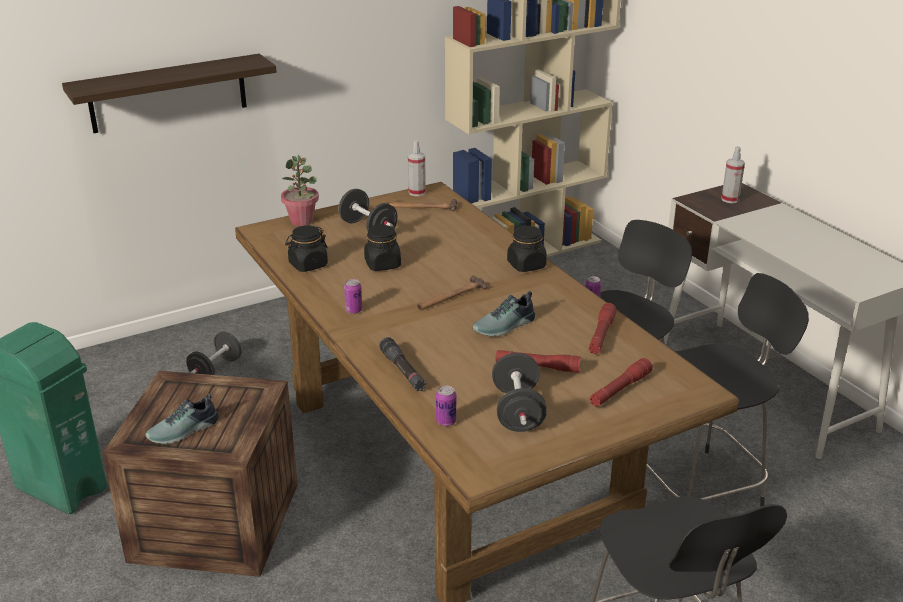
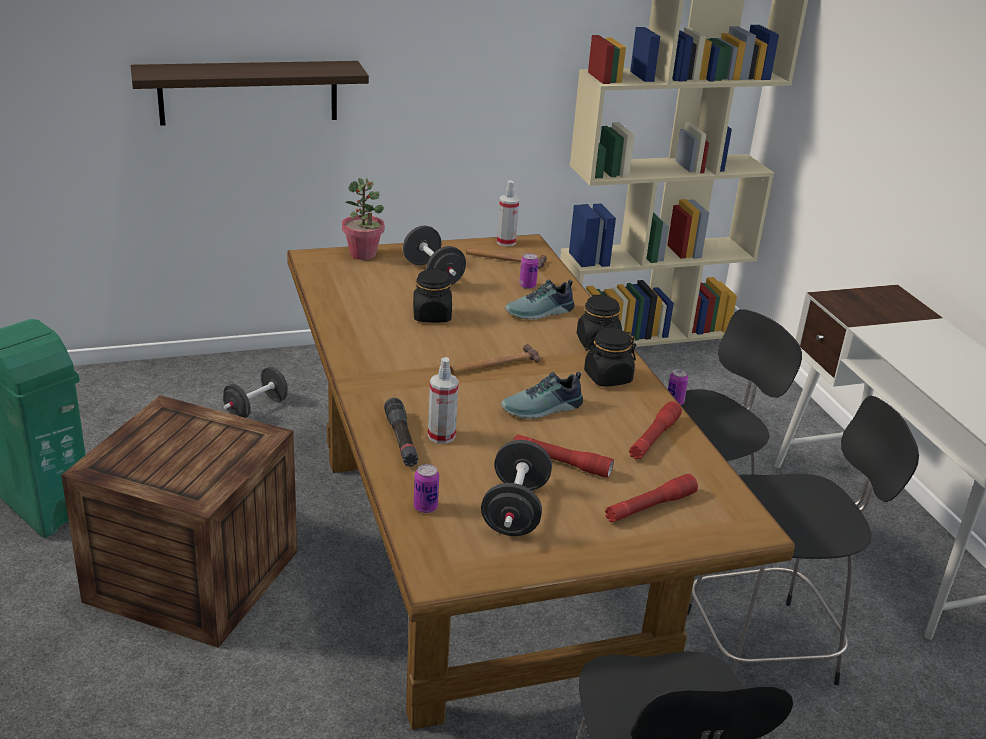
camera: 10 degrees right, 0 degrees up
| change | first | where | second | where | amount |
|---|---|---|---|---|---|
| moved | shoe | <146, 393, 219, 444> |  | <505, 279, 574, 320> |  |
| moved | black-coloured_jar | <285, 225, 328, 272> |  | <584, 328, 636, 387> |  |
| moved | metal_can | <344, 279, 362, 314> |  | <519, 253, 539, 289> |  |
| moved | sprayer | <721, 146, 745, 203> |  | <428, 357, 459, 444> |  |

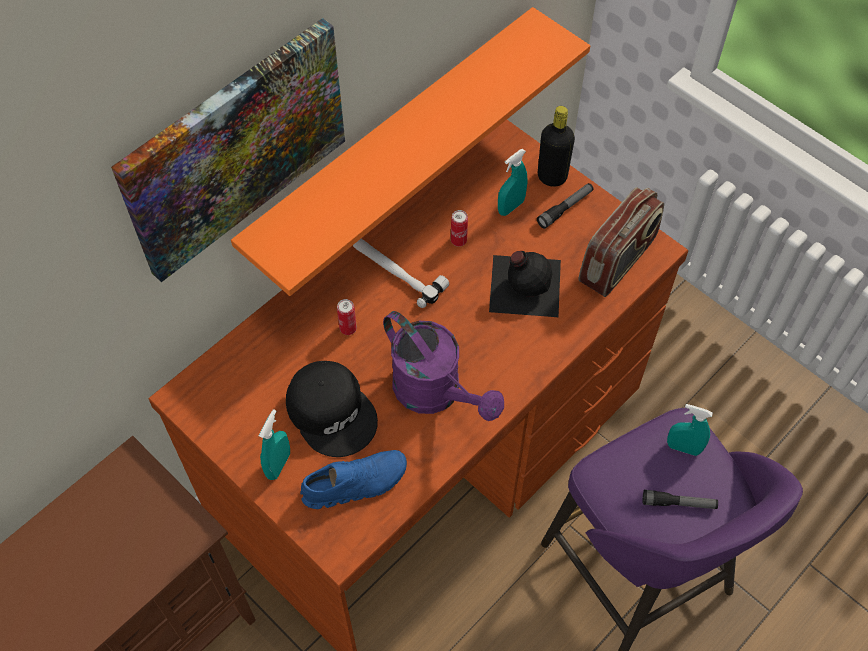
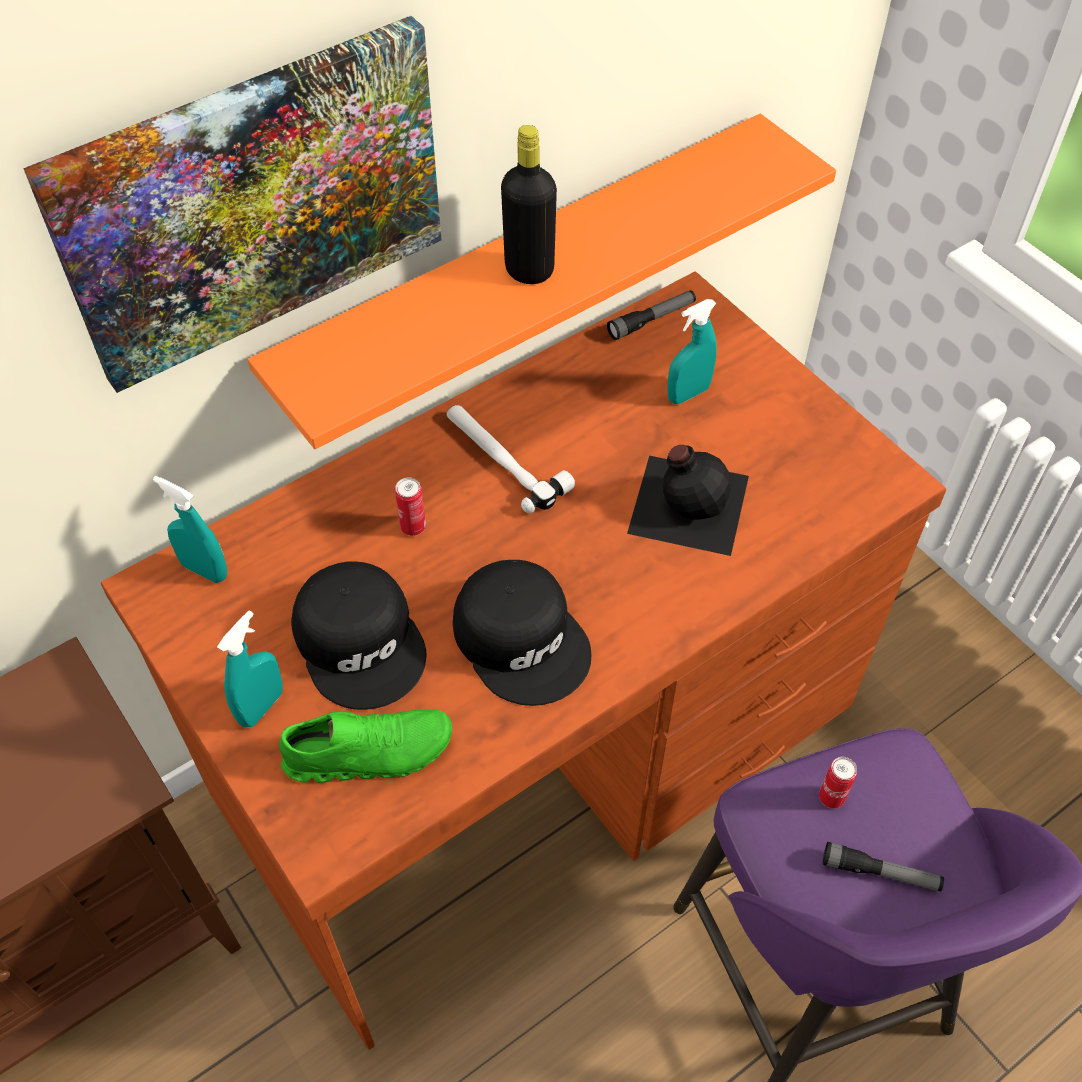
camera: 10 degrees right, 5 degrees down
| change | first | where | second | where | amount |
|---|---|---|---|---|---|
| recoloured | blue_shoe | <300, 450, 407, 509> | green_shoe | <279, 710, 452, 783> |  |
| replaced | purple_watering_pot | <383, 311, 504, 421> | black-coloured_baseball_cap | <453, 560, 591, 706> |  |
| moved | metal_can | <451, 210, 468, 247> |  | <819, 757, 857, 809> |  |
| moved | flashlight | <537, 183, 594, 229> |  | <607, 290, 696, 340> |  |
| moved | black-coloured_bottle | <538, 106, 575, 187> |  | <501, 125, 557, 284> |  |
| removed | radio_set | <578, 187, 664, 297> |  |  |  |
| moved | turquoise-coloured_sprayer | <667, 404, 713, 456> |  | <153, 476, 227, 583> |  |

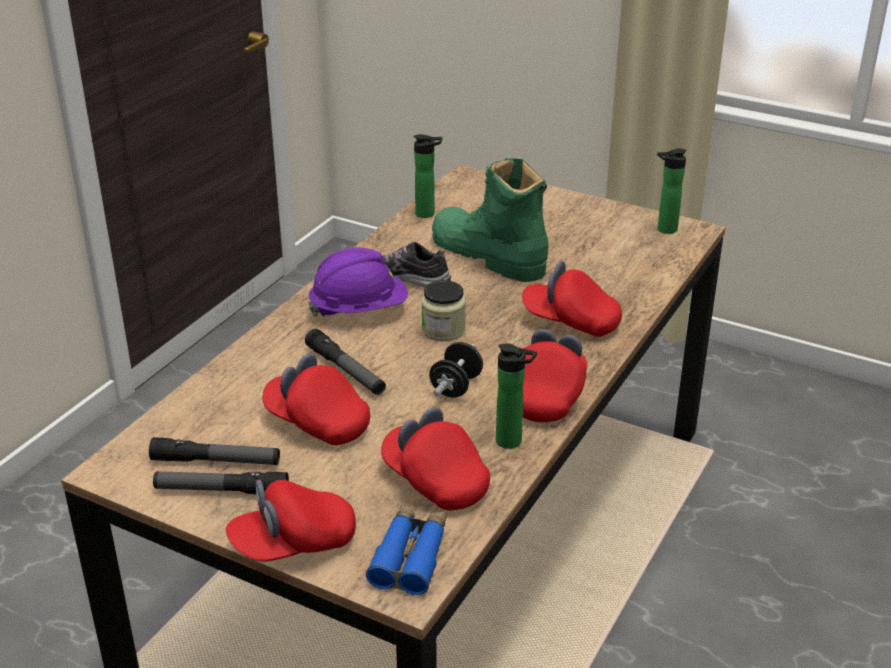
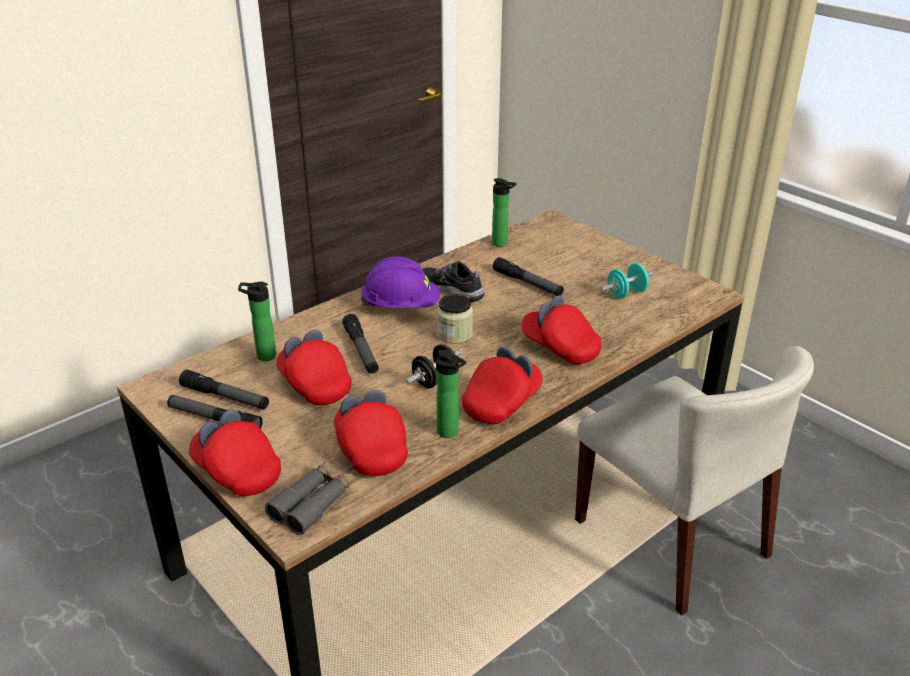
camera: 20 degrees right, 0 degrees up
| change | first | where | second | where | amount |
|---|---|---|---|---|---|
| turned | reddish_baseball_cap | <226, 480, 356, 562> |  | <189, 410, 281, 496> | 45 degrees clockwise |
| recoloured | blue_binoculars | <366, 505, 447, 595> | gray_binoculars | <265, 462, 354, 535> |  |
| replaced | green_boot | <432, 158, 549, 282> | flashlight | <493, 257, 564, 296> |  |
| moved | bottle | <657, 148, 686, 234> |  | <238, 282, 276, 361> |  |
| added |  |  | beige-coloured_plain_chair | <575, 346, 814, 615> |  |
| added |  |  | turquoise-coloured_dumbbell | <601, 263, 654, 299> |  |

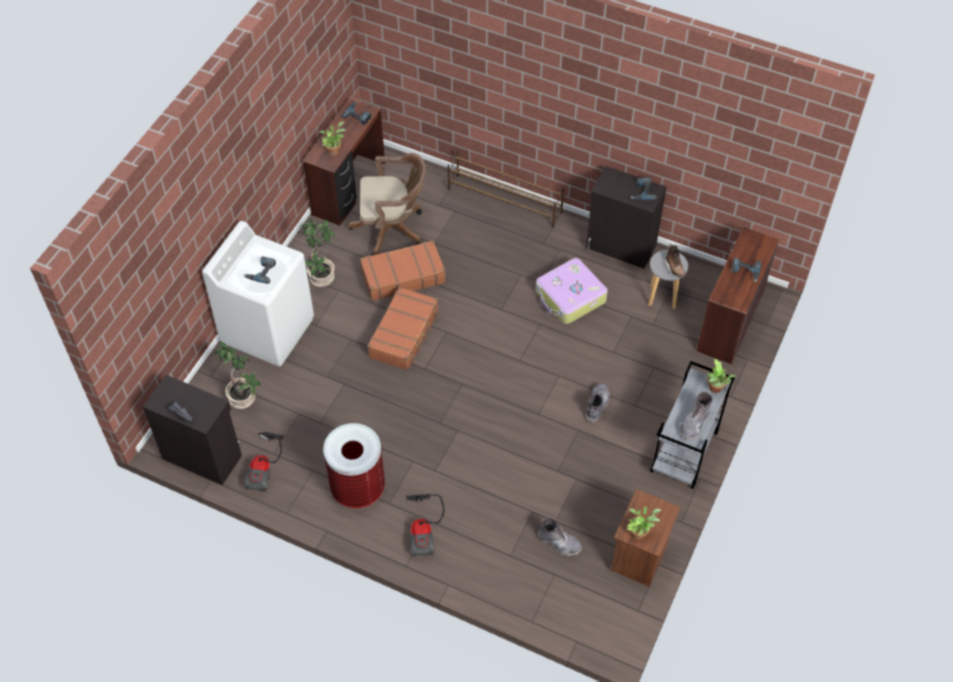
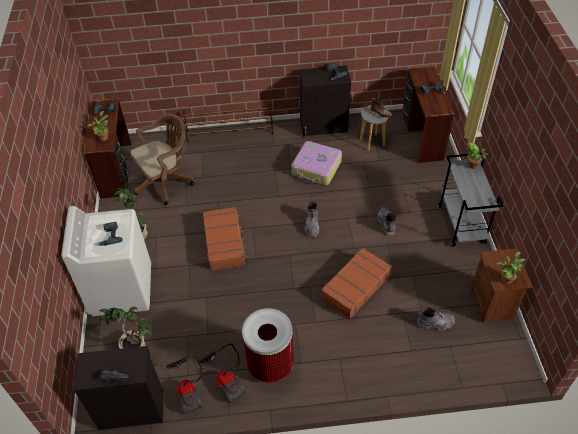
camera: 30 degrees left, 5 degrees down
| change | first | where | second | where | amount |
|---|---|---|---|---|---|
| moved | brownish_travel_case | <360, 240, 446, 301> |  | <321, 247, 392, 319> |  |
| moved | hoover | <406, 494, 445, 557> |  | <198, 343, 246, 403> |  |
| moved | gray_boot | <680, 392, 713, 441> |  | <305, 202, 320, 237> |  |

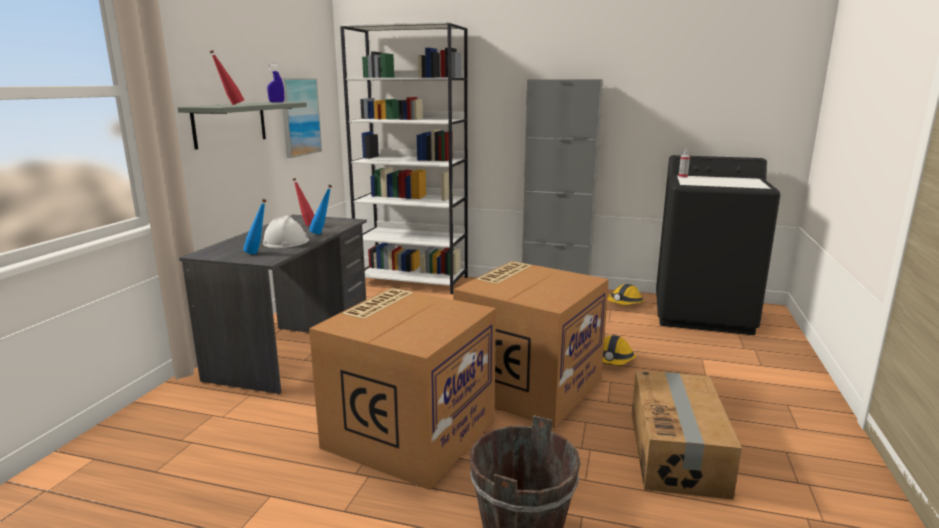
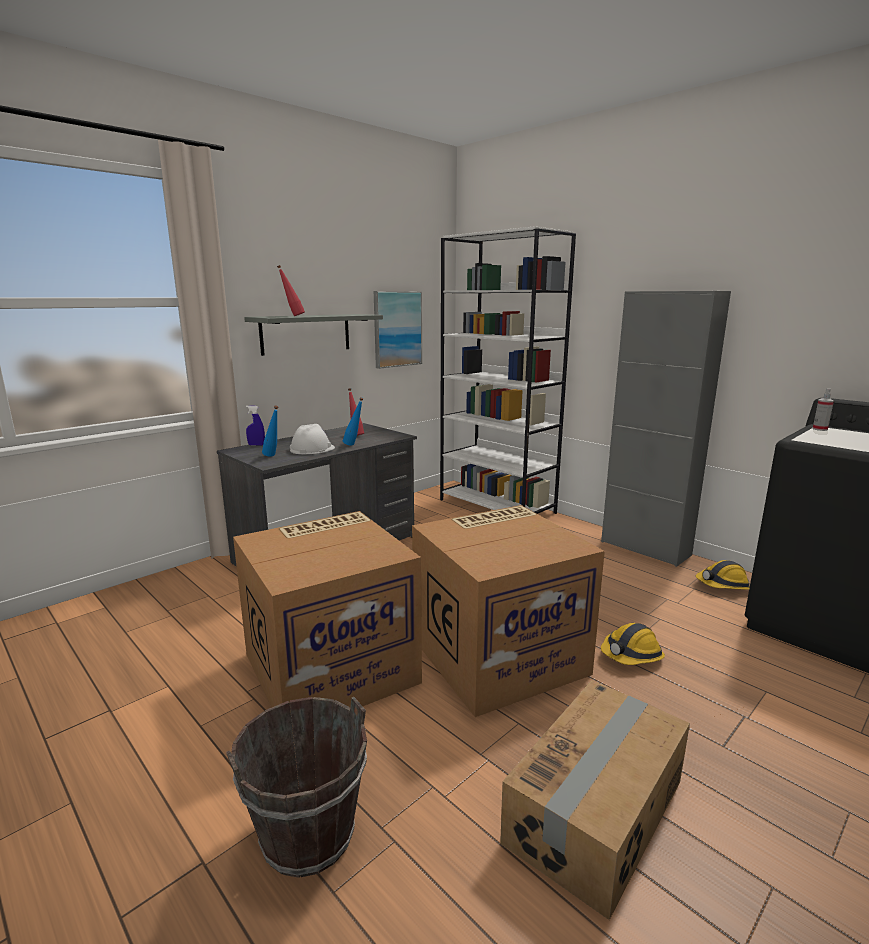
camera: 30 degrees right, 0 degrees up
| change | first | where | second | where | amount |
|---|---|---|---|---|---|
| moved | blue_sprayer | <267, 63, 284, 102> |  | <246, 405, 265, 446> |  |

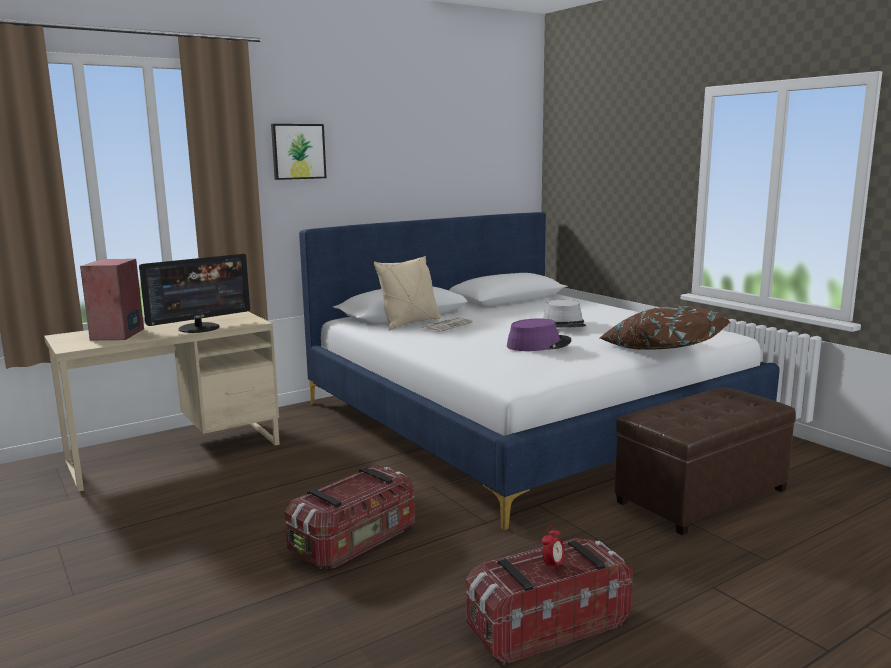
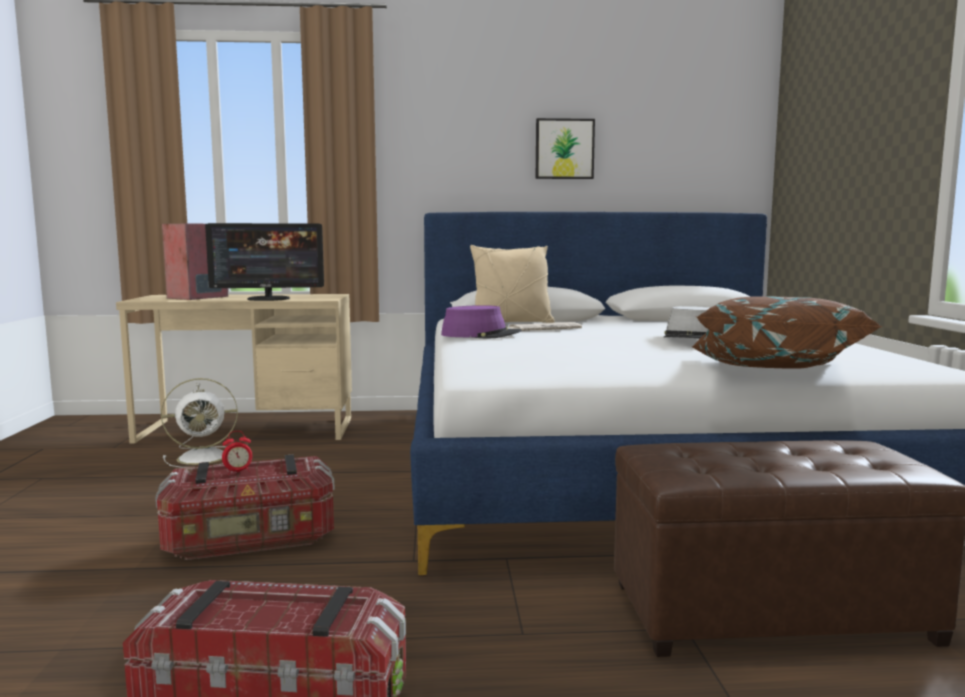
camera: 30 degrees right, 5 degrees down
| change | first | where | second | where | amount |
|---|---|---|---|---|---|
| moved | wall_picture | <271, 124, 326, 180> |  | <536, 118, 595, 179> |  |
| moved | purple_clothing_hat | <507, 318, 571, 351> |  | <441, 305, 522, 338> |  |
| moved | table_clock | <542, 526, 565, 572> |  | <222, 431, 252, 475> |  |
| added |  |  | whitish_electric_fan | <161, 378, 238, 468> |  |

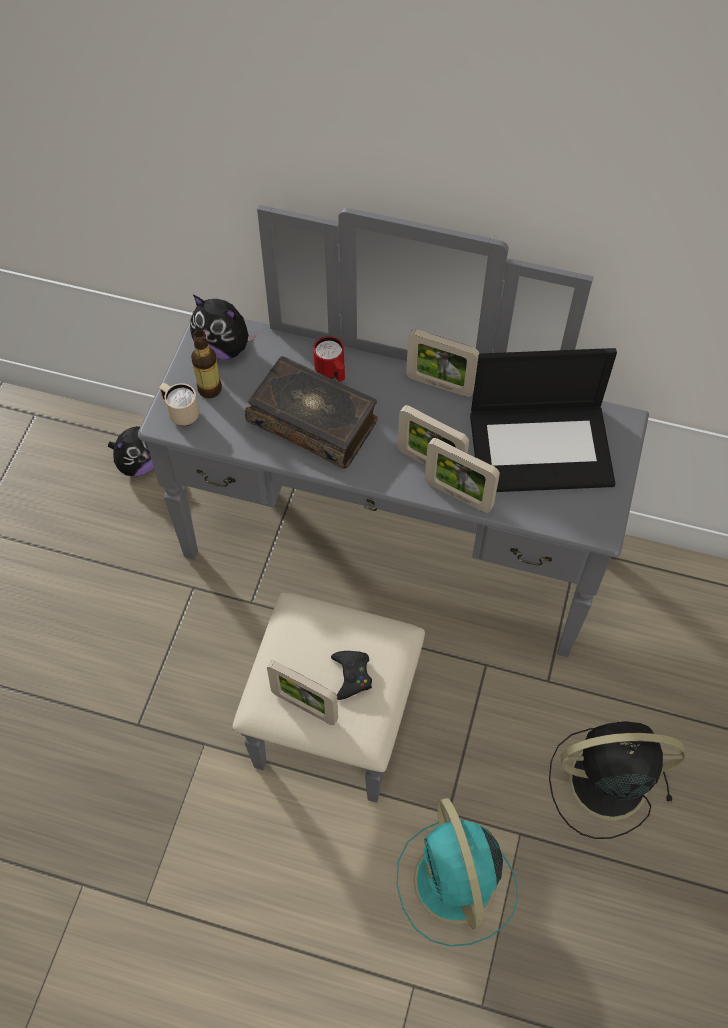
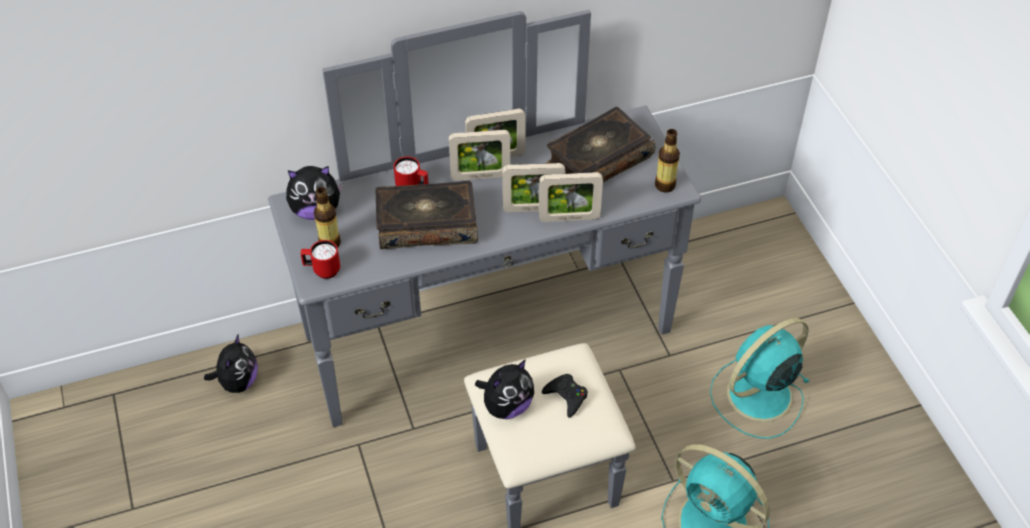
camera: 35 degrees left, 10 degrees down
| change | first | where | second | where | amount |
|---|---|---|---|---|---|
| recoloured | beige-coloured_tea_mug | <159, 383, 199, 426> | reddish_tea_mug | <300, 240, 340, 279> |  |
| moved | picture_frame | <267, 660, 338, 725> |  | <449, 130, 510, 181> |  |
| replaced | portable_computer | <470, 348, 617, 492> | volume | <546, 107, 655, 182> |  |
| recoloured | black-coloured_electric_fan | <549, 721, 685, 839> | turquoise-coloured_electric_fan | <710, 318, 809, 439> |  |
| added |  |  | soft_toy | <475, 359, 534, 419> |  |
| added |  |  | bottle | <655, 129, 680, 193> |  |

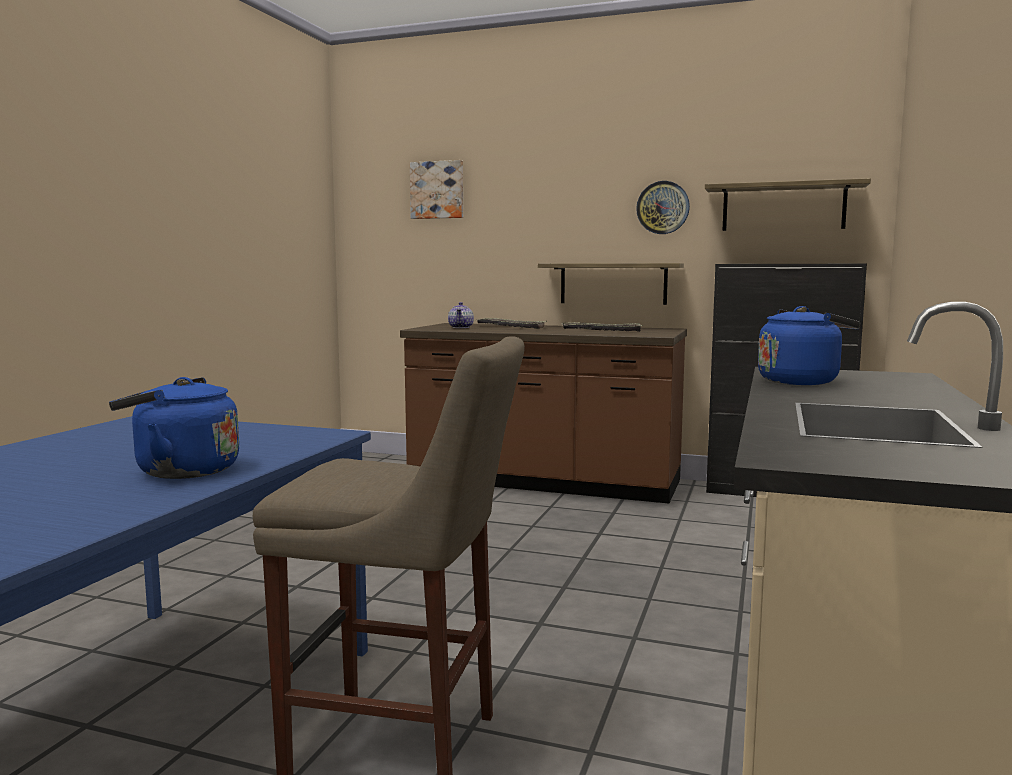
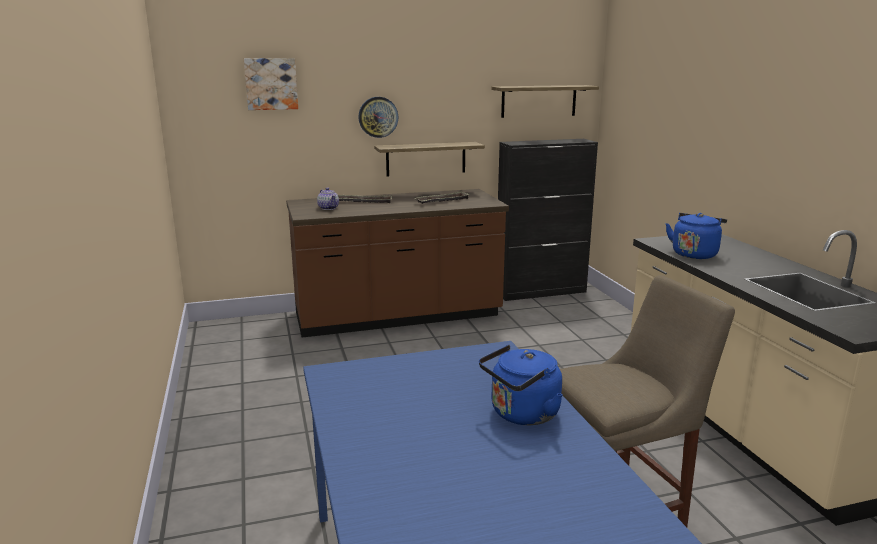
camera: 35 degrees left, 10 degrees up
| change | first | where | second | where | amount |
|---|---|---|---|---|---|
| moved | clock_on_the_wall | <636, 181, 690, 234> |  | <358, 97, 398, 138> |  |

